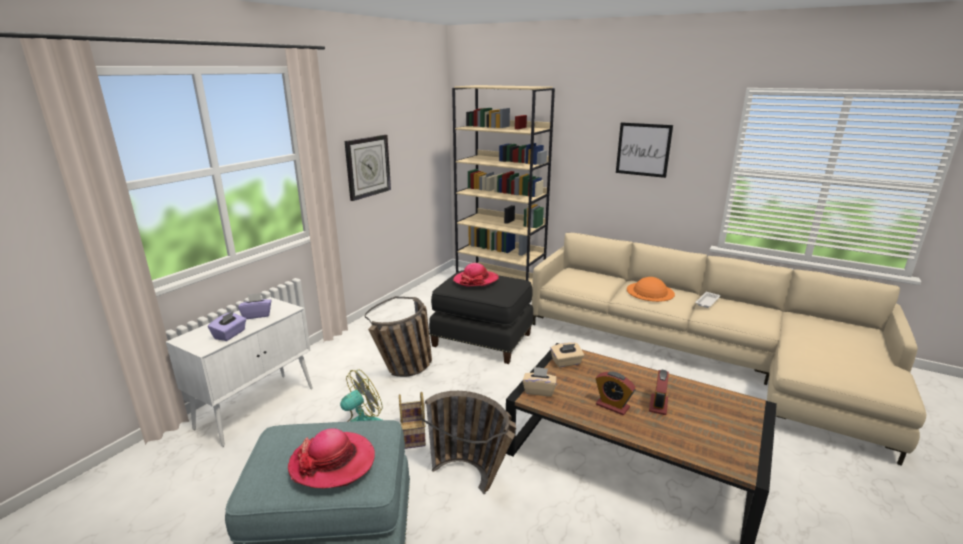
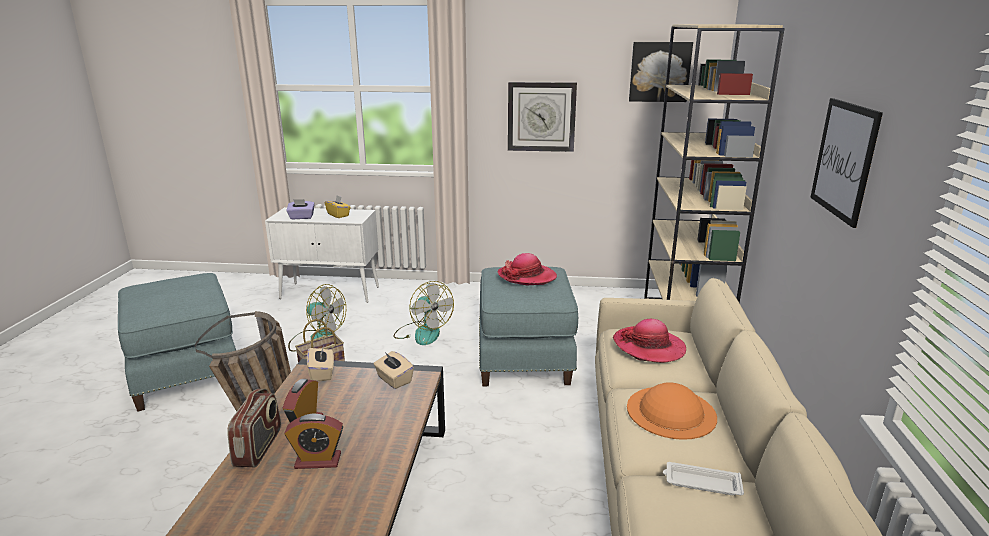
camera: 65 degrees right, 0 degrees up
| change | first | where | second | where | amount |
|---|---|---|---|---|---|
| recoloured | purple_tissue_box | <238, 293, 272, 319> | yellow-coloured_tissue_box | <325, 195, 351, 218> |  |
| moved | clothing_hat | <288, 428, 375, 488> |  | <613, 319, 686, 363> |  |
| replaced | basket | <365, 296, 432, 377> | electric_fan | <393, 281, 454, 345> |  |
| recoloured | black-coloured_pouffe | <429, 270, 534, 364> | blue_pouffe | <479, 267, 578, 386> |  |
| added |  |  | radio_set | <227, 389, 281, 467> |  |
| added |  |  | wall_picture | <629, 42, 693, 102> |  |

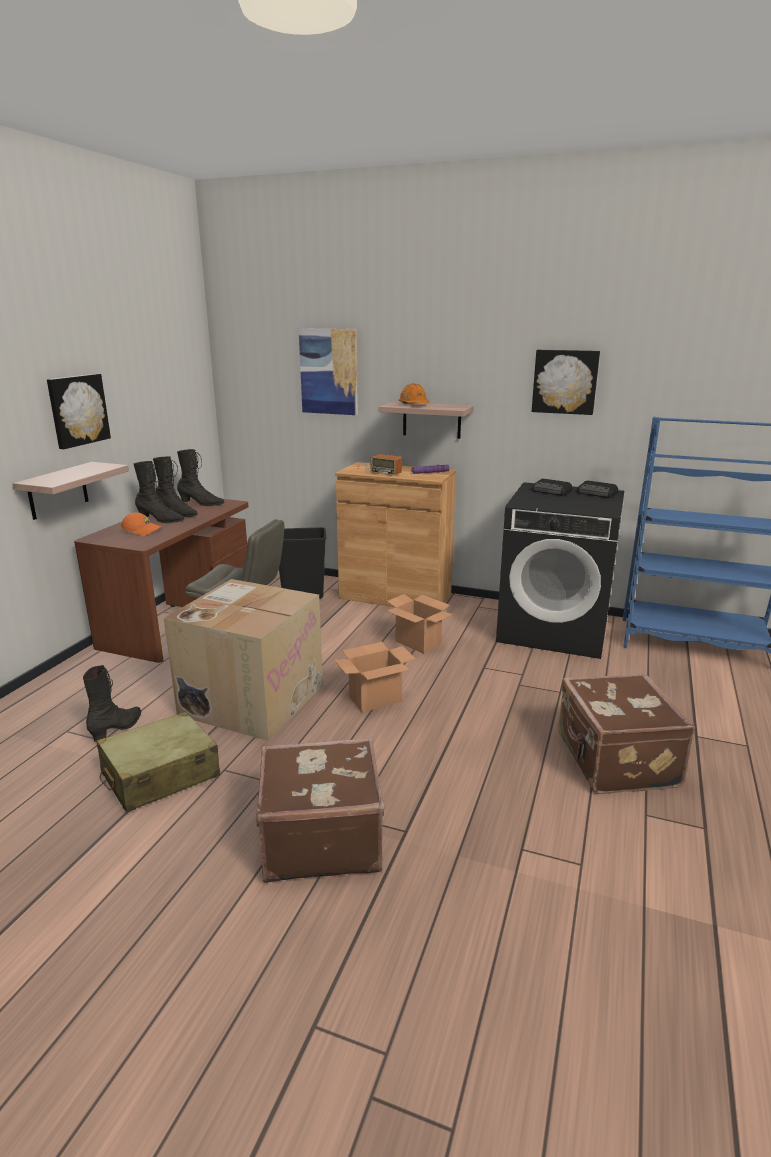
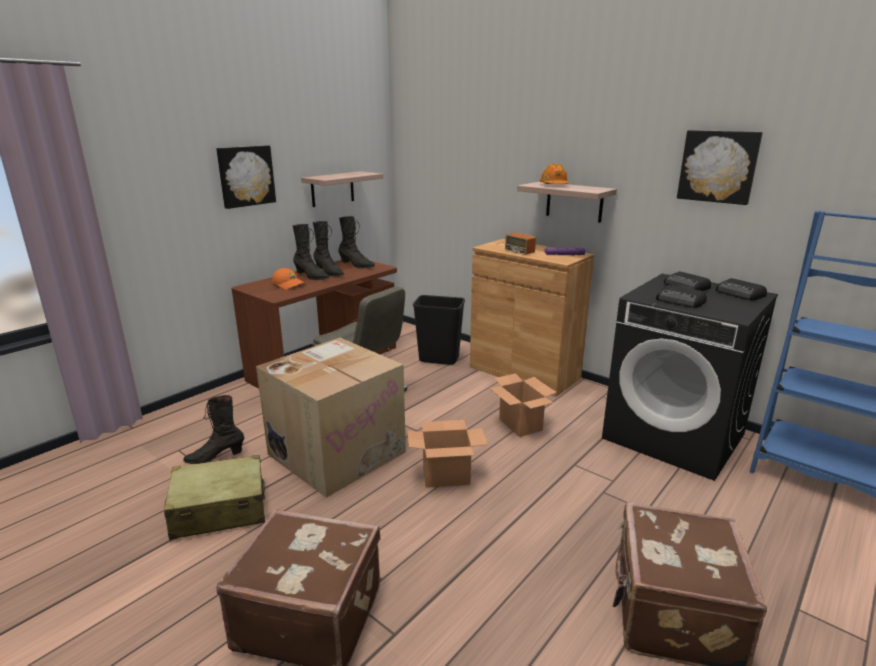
camera: 20 degrees right, 0 degrees up
| change | first | where | second | where | amount |
|---|---|---|---|---|---|
| moved | wall_shelf | <12, 462, 129, 520> |  | <301, 171, 383, 207> |  |
| turned | black-coloured_boot | <83, 665, 141, 742> |  | <183, 395, 245, 464> | 150 degrees counterclockwise |
| removed | wall_picture | <299, 328, 358, 415> |  |  |  |
| added |  |  | radio_set | <656, 285, 707, 308> |  |

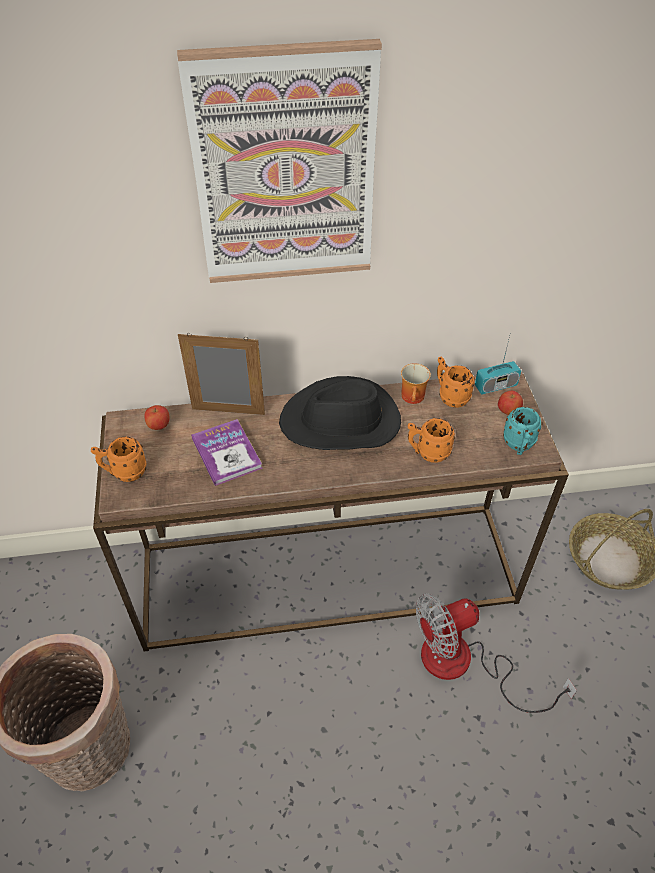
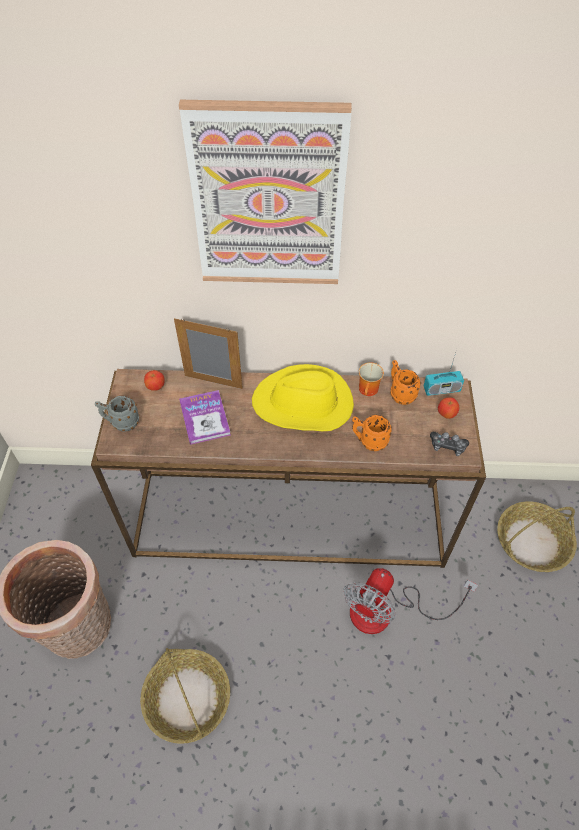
camera: 10 degrees right, 5 degrees up
| change | first | where | second | where | amount |
|---|---|---|---|---|---|
| recoloured | orange-coloured_tea_mug | <91, 437, 146, 482> | gray_tea_mug | <95, 396, 139, 431> |  |
| recoloured | black-coloured_clothing_hat | <279, 376, 401, 450> | yellow-coloured_clothing_hat | <252, 364, 354, 431> |  |
| turned | electric_fan | <416, 593, 577, 713> |  | <343, 568, 478, 634> | 45 degrees counterclockwise |
| replaced | turquoise-coloured_tea_mug | <503, 407, 543, 455> | joypad | <430, 432, 469, 456> |  |
| added |  |  | basket | <140, 648, 230, 744> |  |

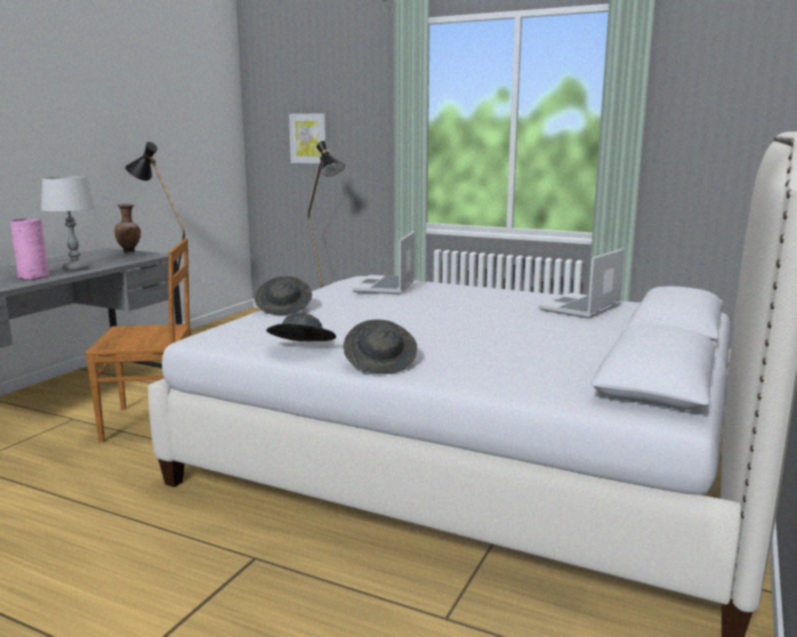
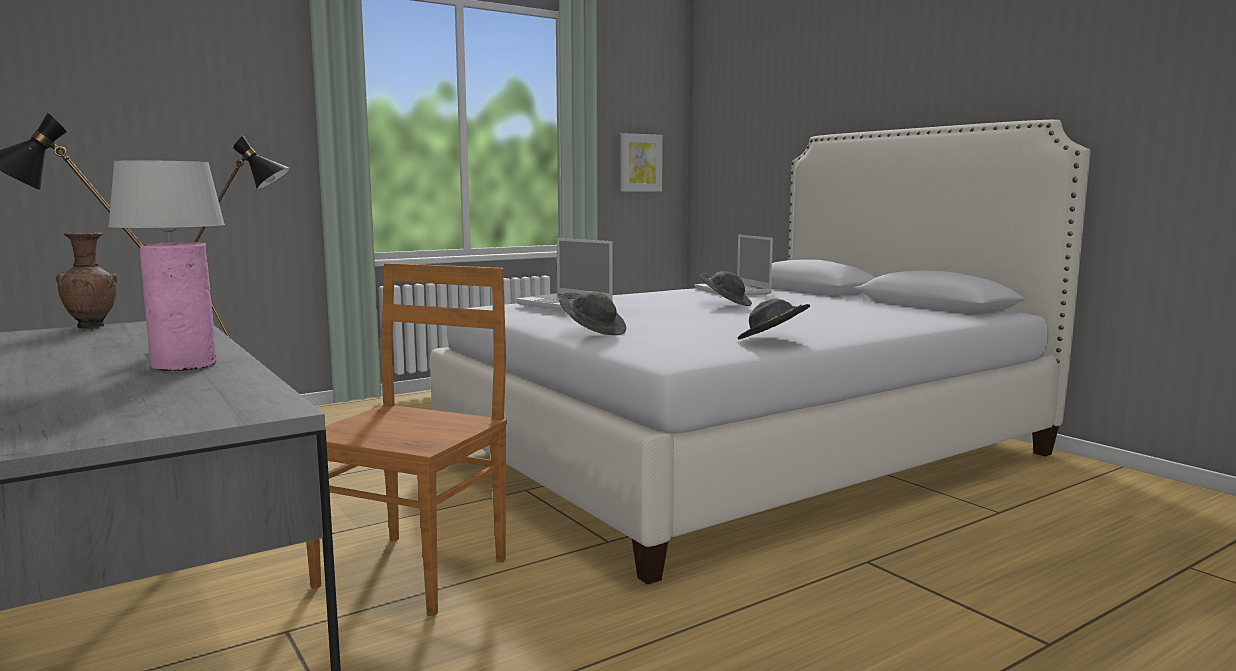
camera: 60 degrees left, 5 degrees down
| change | first | where | second | where | amount |
|---|---|---|---|---|---|
| moved | wall_picture | <289, 113, 327, 164> |  | <620, 133, 663, 191> |  |
| moved | gray_clothing_hat | <343, 319, 417, 374> |  | <700, 271, 752, 306> |  |

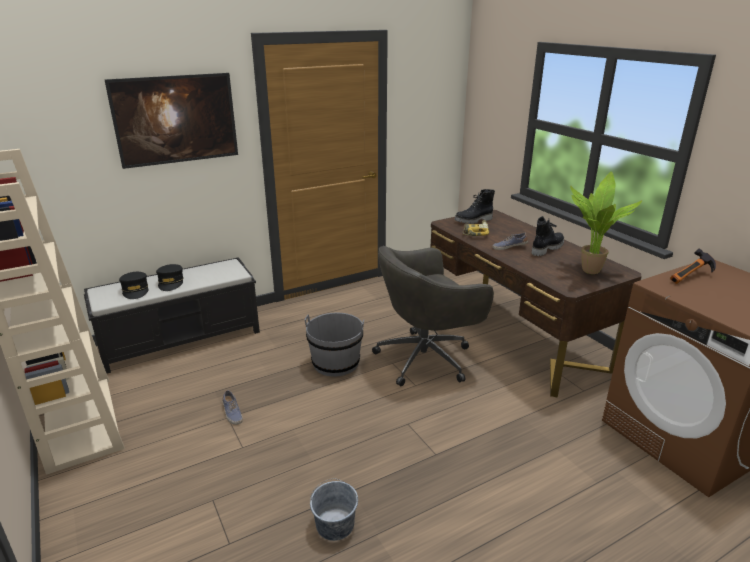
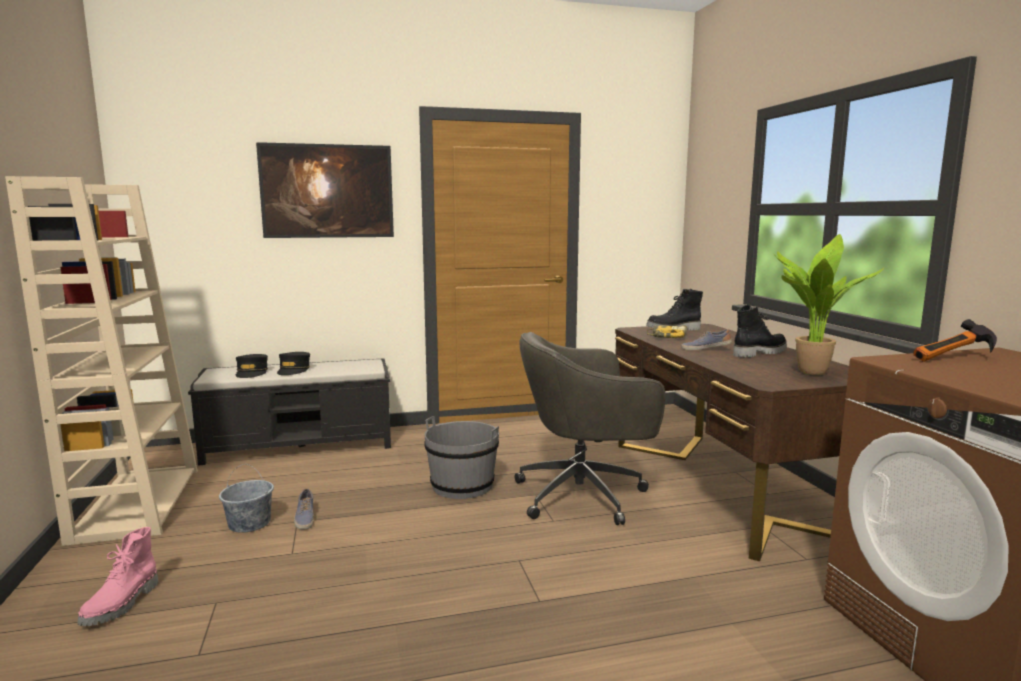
camera: 15 degrees right, 15 degrees down
| change | first | where | second | where | amount |
|---|---|---|---|---|---|
| moved | gray_water_bucket | <310, 478, 358, 541> |  | <219, 464, 274, 533> |  |
| added |  |  | pinkish_boot | <77, 527, 158, 626> |  |

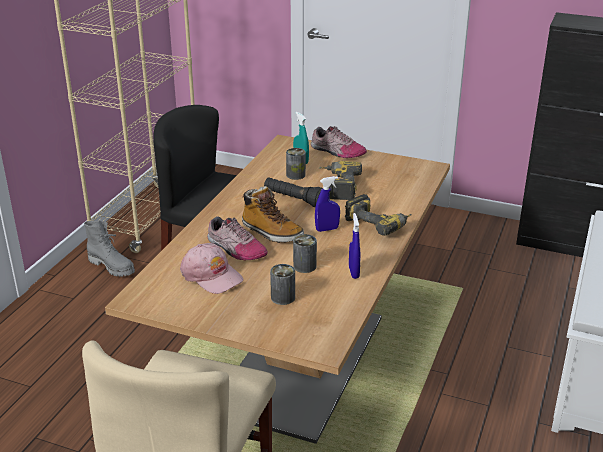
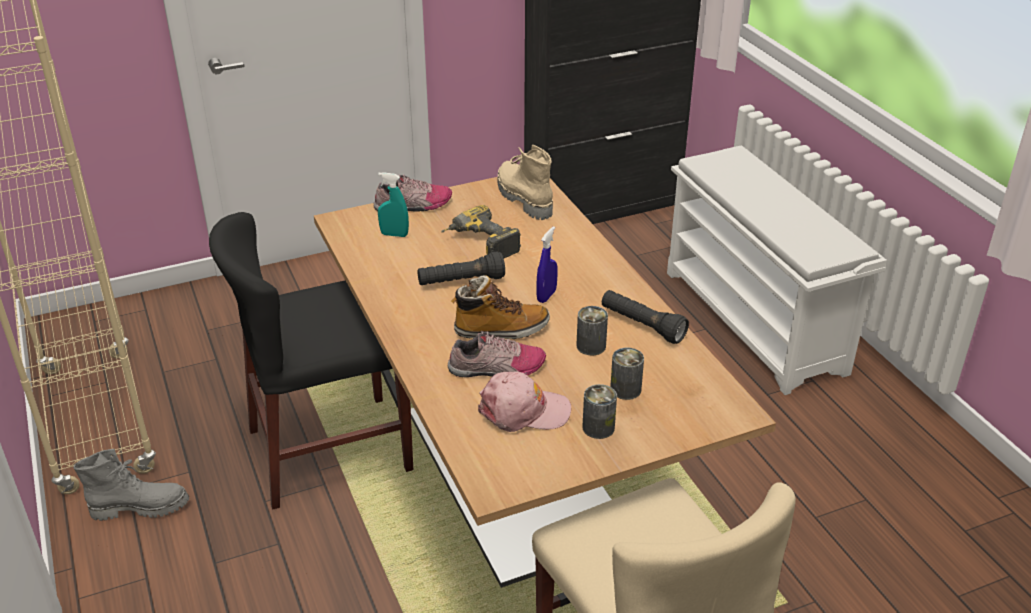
camera: 45 degrees left, 5 degrees up
| change | first | where | second | where | amount |
|---|---|---|---|---|---|
| moved | metal_can | <286, 148, 306, 180> |  | <582, 384, 617, 439> |  |
| removed | electric_drill | <345, 194, 412, 236> |  |  |  |
| replaced | blue_sprayer | <349, 213, 360, 279> | black-coloured_flashlight | <602, 290, 689, 344> |  |
| added |  |  | beige-coloured_boot | <497, 145, 553, 220> |  |

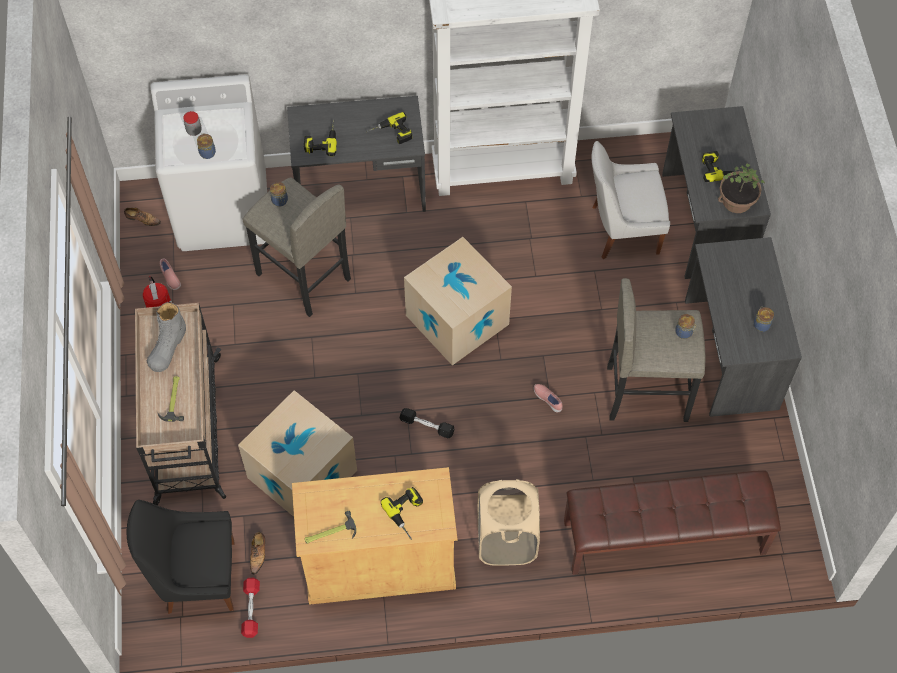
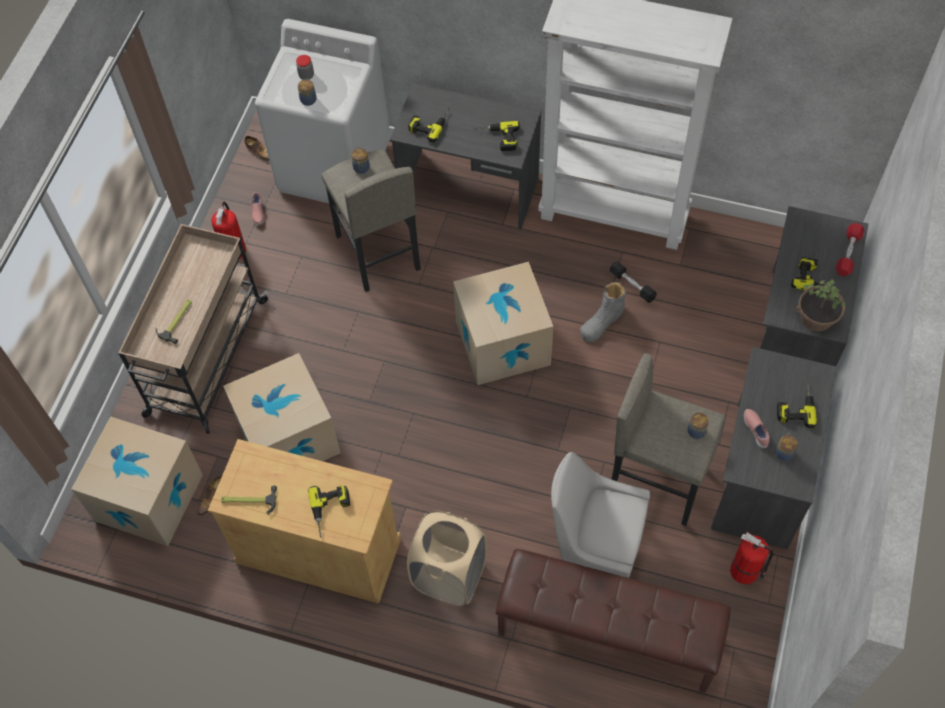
camera: 25 degrees right, 0 degrees up
| change | first | where | second | where | amount |
|---|---|---|---|---|---|
| replaced | black-coloured_plain_chair | <127, 500, 234, 614> | carton | <71, 416, 203, 546> |  |
| moved | gray_boot | <147, 301, 186, 372> |  | <580, 281, 626, 342> |  |
| moved | reddish_dumbbell | <241, 578, 260, 638> |  | <836, 223, 864, 277> |  |
| moved | black-coloured_dumbbell | <400, 408, 454, 438> |  | <609, 262, 657, 303> |  |
| moved | pinkish_shoe | <534, 384, 563, 413> |  | <744, 409, 770, 448> |  |
| moved | whitish_plain_chair | <591, 141, 670, 259> |  | <551, 452, 650, 578> |  |
| added |  |  | fire_extinguisher | <730, 532, 773, 584> |  |
| added |  |  | electric_drill | <777, 381, 817, 428> |  |

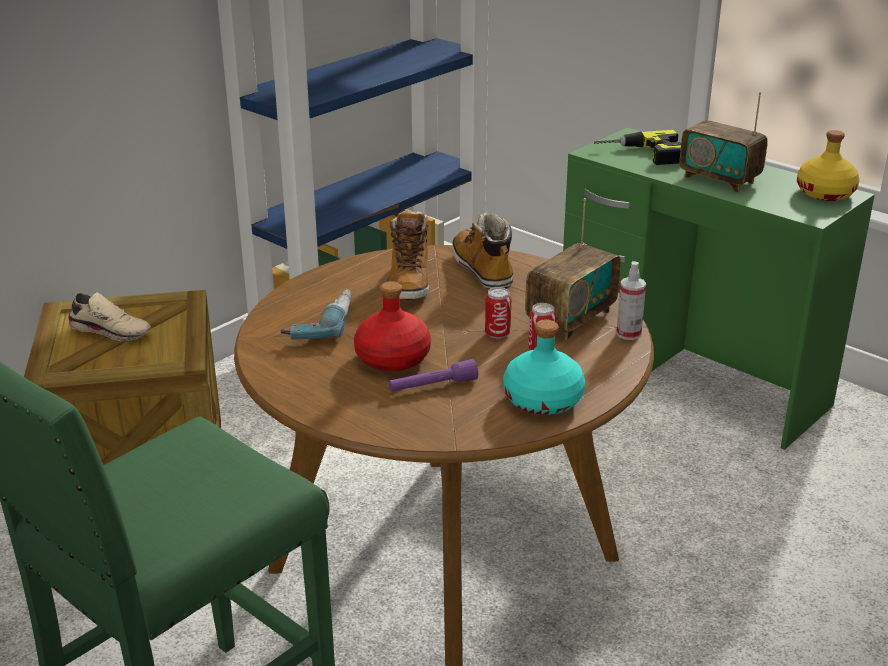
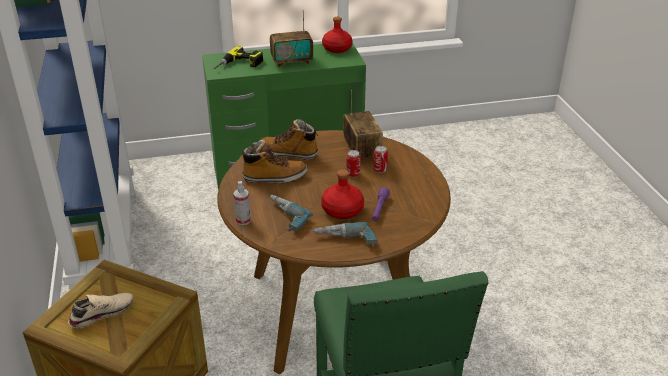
camera: 55 degrees left, 5 degrees up
| change | first | where | second | where | amount |
|---|---|---|---|---|---|
| turned | boot | <387, 210, 429, 300> |  | <240, 140, 307, 183> | 45 degrees counterclockwise |
| removed | turquoise-coloured_bottle | <503, 319, 585, 415> |  |  |  |
| moved | sprayer | <616, 261, 646, 340> |  | <233, 181, 251, 225> |  |
| recoloured | yellow-coloured_bottle | <797, 130, 859, 201> | reddish_bottle | <322, 17, 352, 53> |  |
| added |  |  | electric_drill | <313, 222, 378, 247> |  |

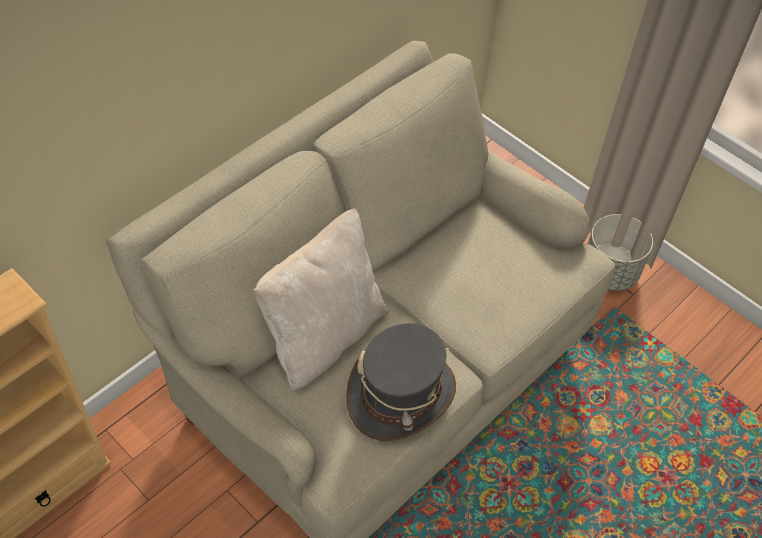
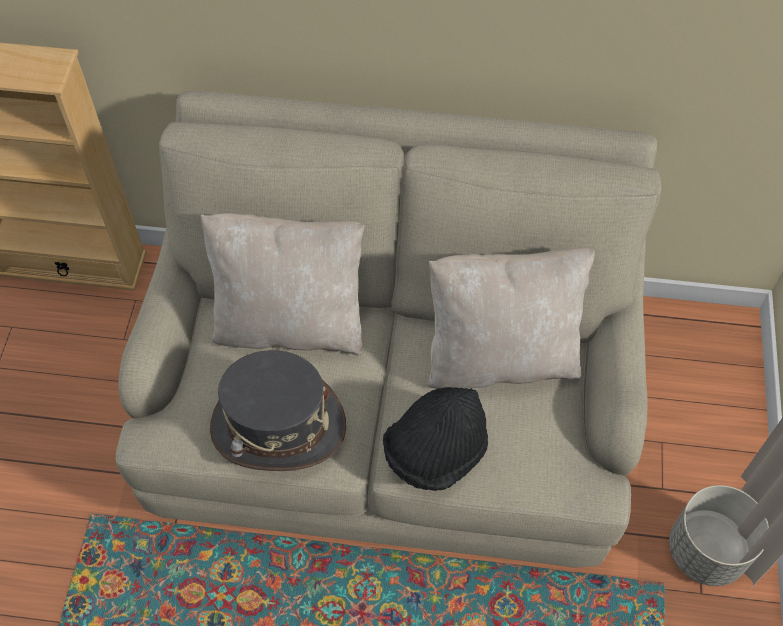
camera: 55 degrees right, 5 degrees up
| change | first | where | second | where | amount |
|---|---|---|---|---|---|
| added |  |  | black-coloured_clothing_hat | <383, 387, 488, 491> |  |
| added |  |  | beige-coloured_pillow | <426, 248, 595, 389> |  |

